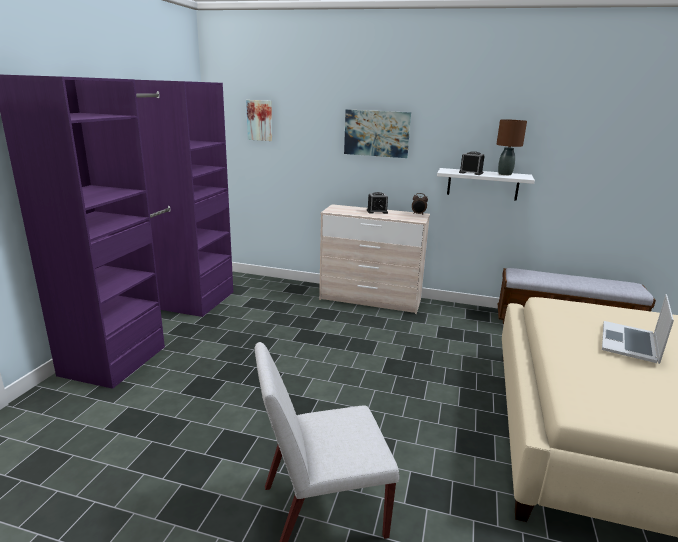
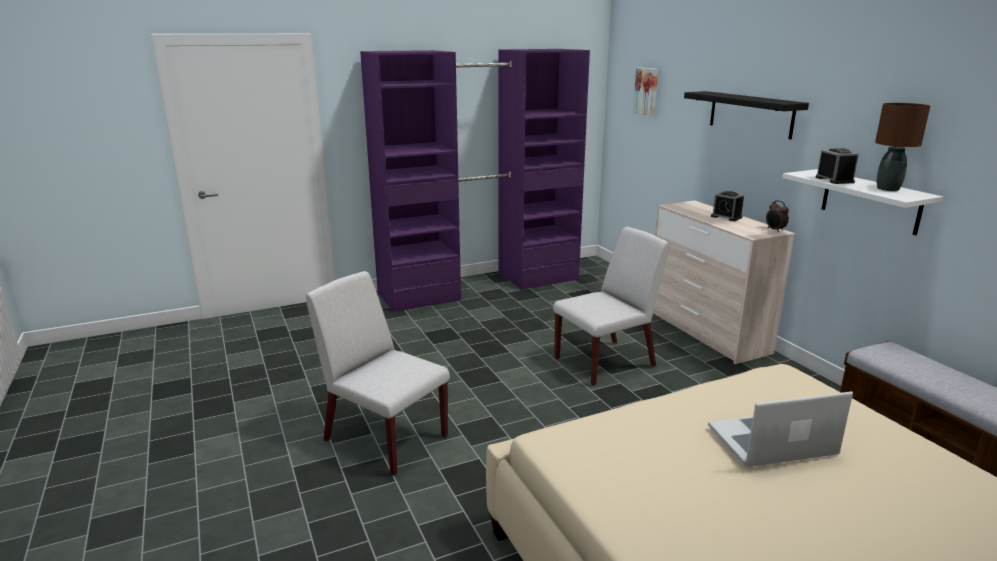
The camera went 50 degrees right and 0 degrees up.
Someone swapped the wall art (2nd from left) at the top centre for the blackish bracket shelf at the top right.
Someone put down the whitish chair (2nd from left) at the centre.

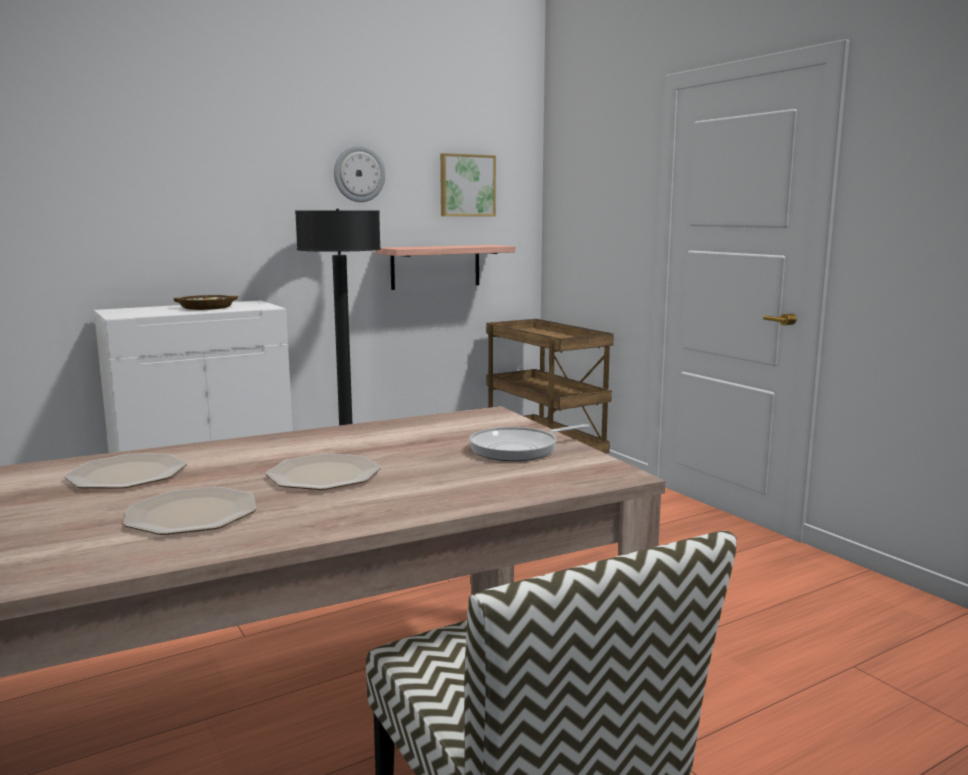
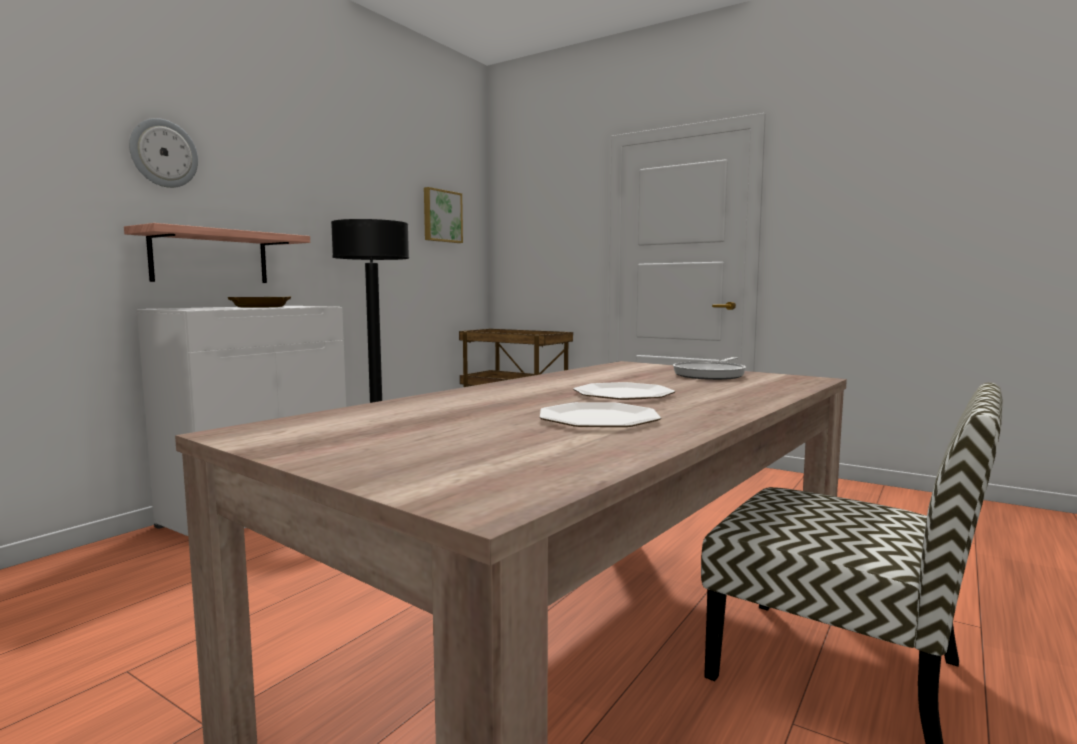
The camera went 25 degrees left and 5 degrees down.
Someone carried the hanging clock from the top centre to the top left.
Someone carried the bracket shelf from the centre to the middle left.
Someone took away the flat dish (1st from left) at the middle left.

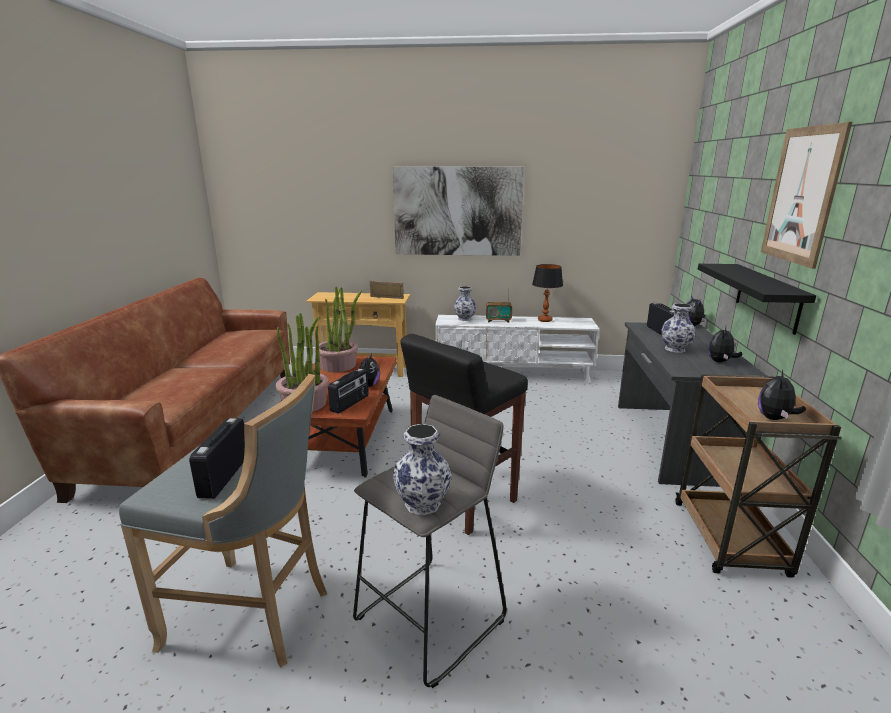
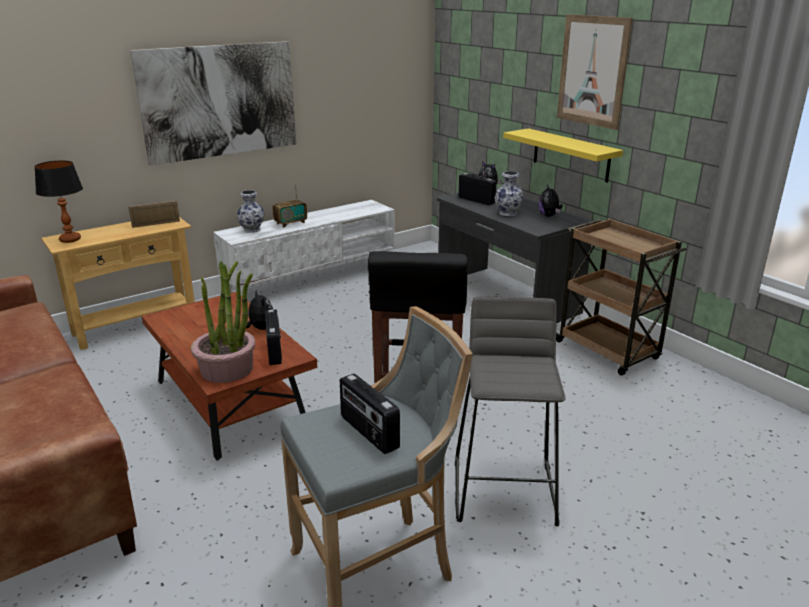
The camera went 40 degrees left and 5 degrees up.
Someone carried the tabletop lamp from the centre to the top left.
Someone repainted the blackish bracket shelf at the middle right, which became the yellow-coloured bracket shelf at the top right.
Someone took away the plant in a pot (2nd from left) at the centre.
Someone took away the plush toy (4th from left) at the middle right.
Someone took away the vase (1st from left) at the centre.

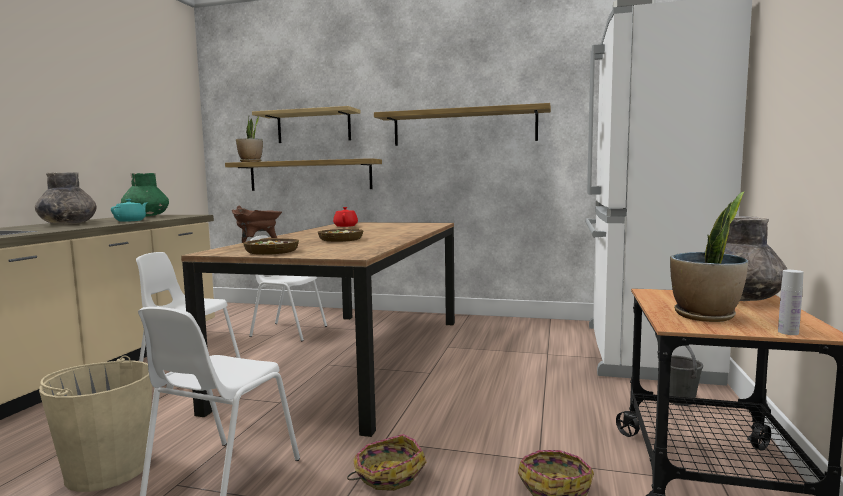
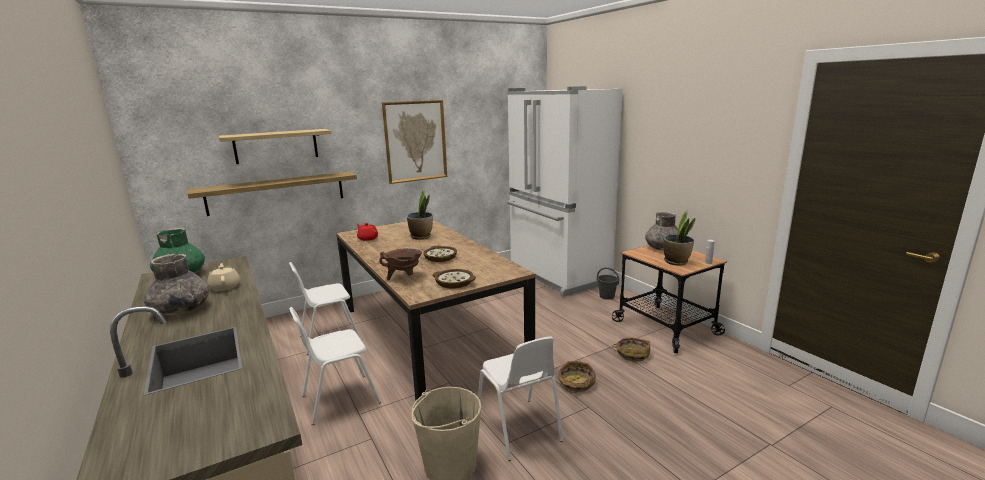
The camera went 45 degrees left and 10 degrees up.
Someone swapped the bracket shelf (3rd from left) at the top centre for the wall art at the top centre.
Someone carried the plant in a pot (1st from left) from the top left to the centre.
Someone repainted the blue-green teapot at the middle left, which became the sand-coloured teapot at the middle left.

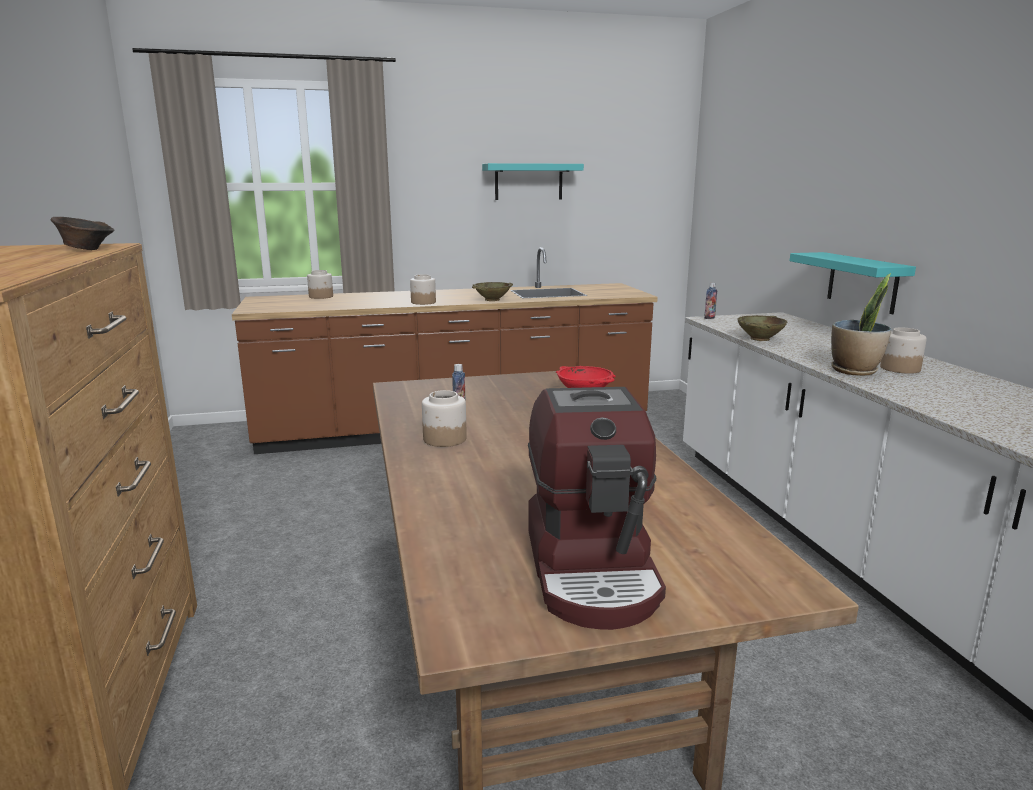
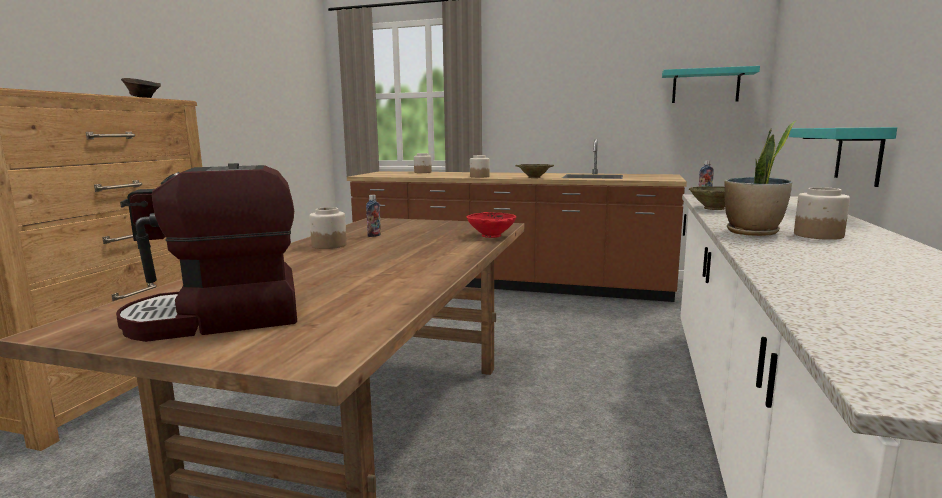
The camera went 30 degrees right and 5 degrees down.
Someone carried the blue-green bracket shelf (1st from left) from the top centre to the top right.
Someone rotated the coffee machine at the centre by 45 degrees clockwise.

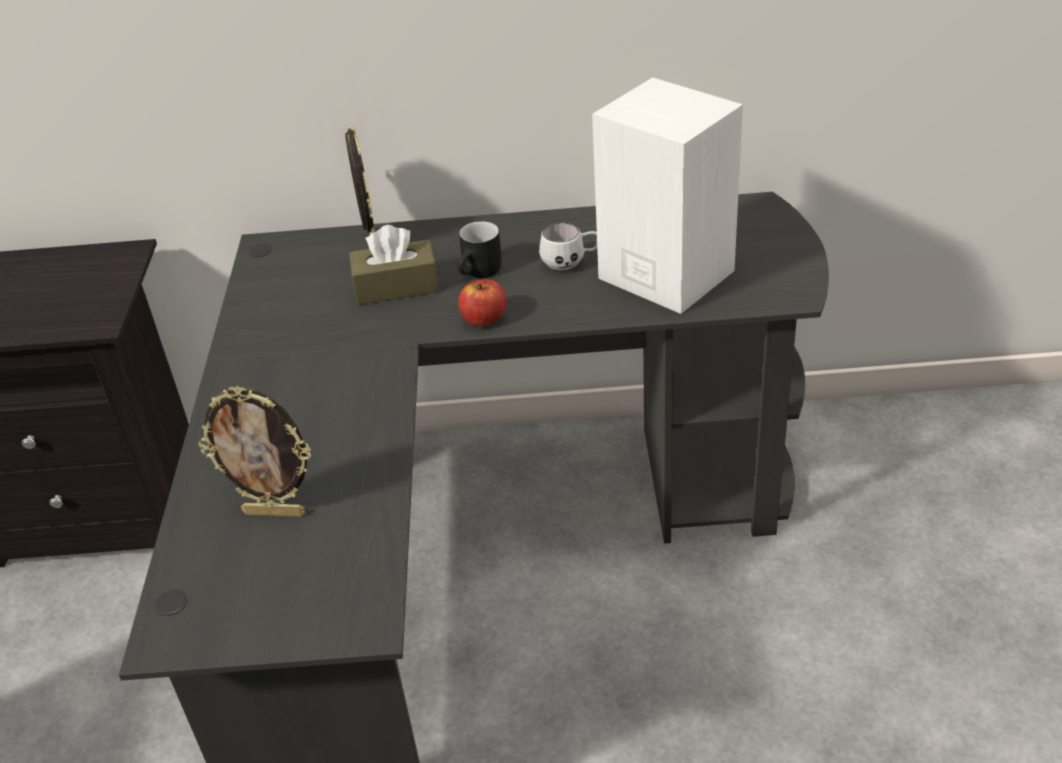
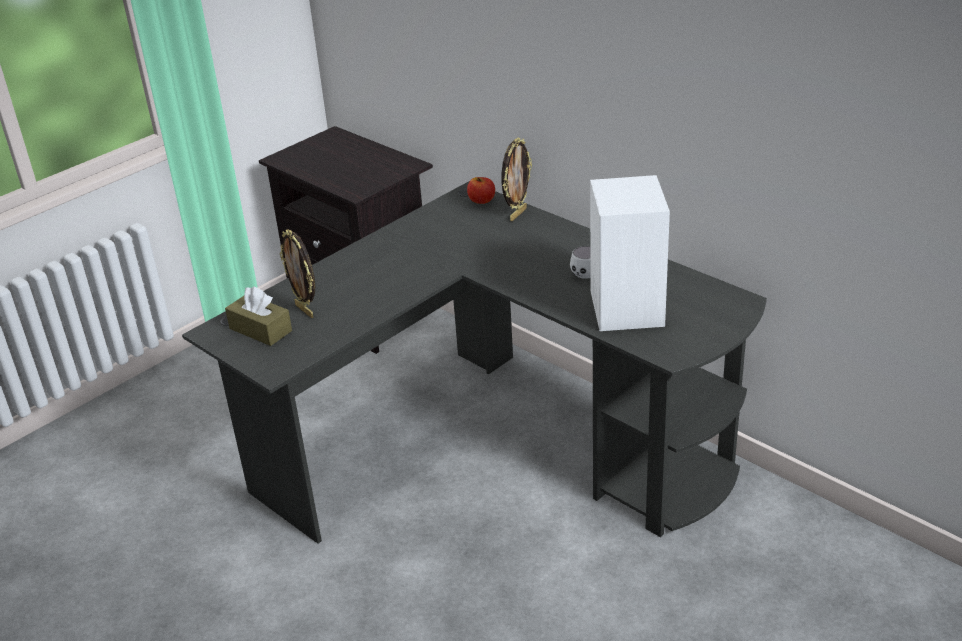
The camera went 45 degrees right and 5 degrees down.
Someone took away the blackish mug at the top centre.
Someone carried the brownish box of tissues from the centre to the middle left.
Someone carried the apple fruit from the centre to the top centre.

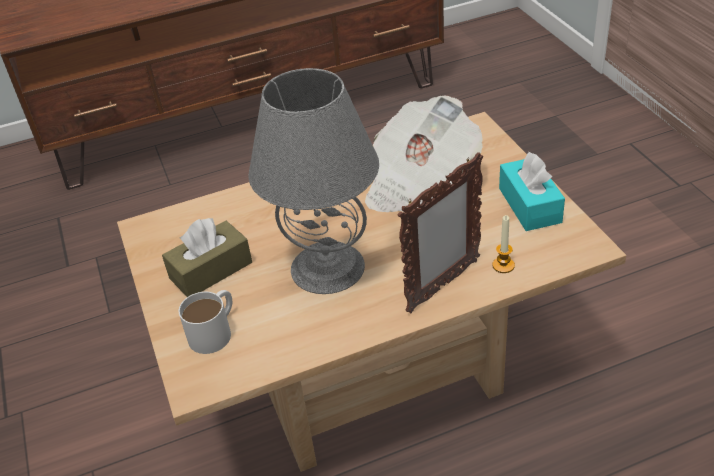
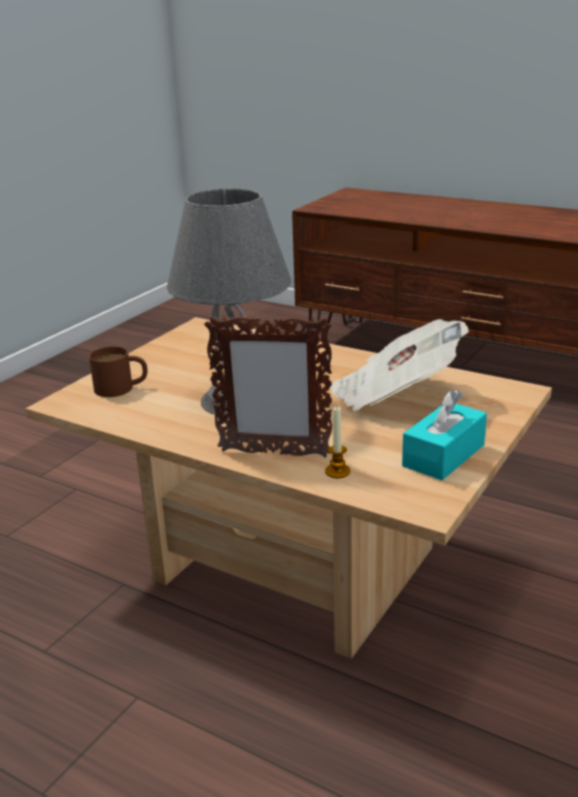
The camera went 50 degrees right and 15 degrees down.
Someone took away the brownish box of tissues at the middle left.
Someone repainted the whitish mug at the bottom left, which became the brownish mug at the middle left.

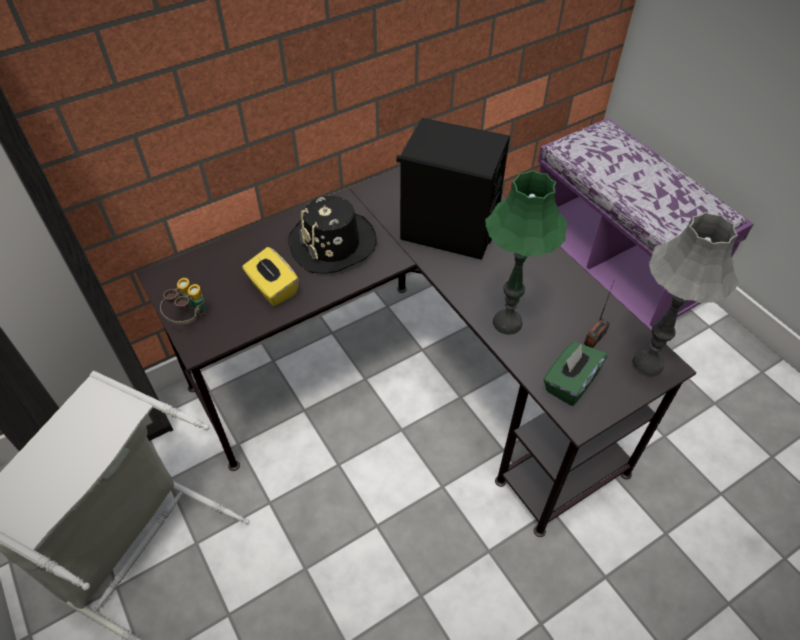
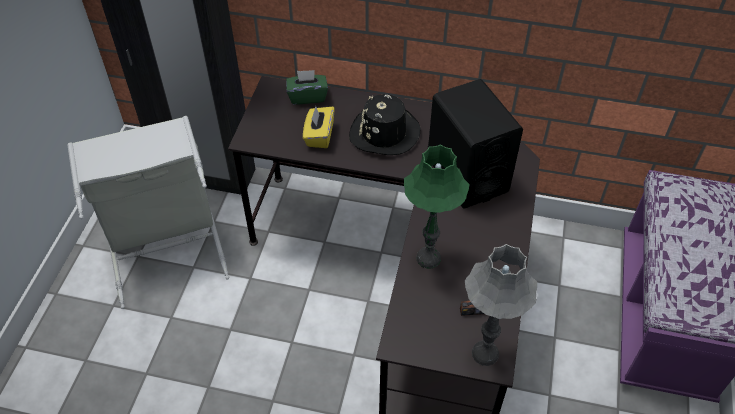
The camera went 45 degrees right and 0 degrees up.
Someone took away the field glasses at the middle left.
Someone carried the greenish box of tissues from the middle right to the top centre.

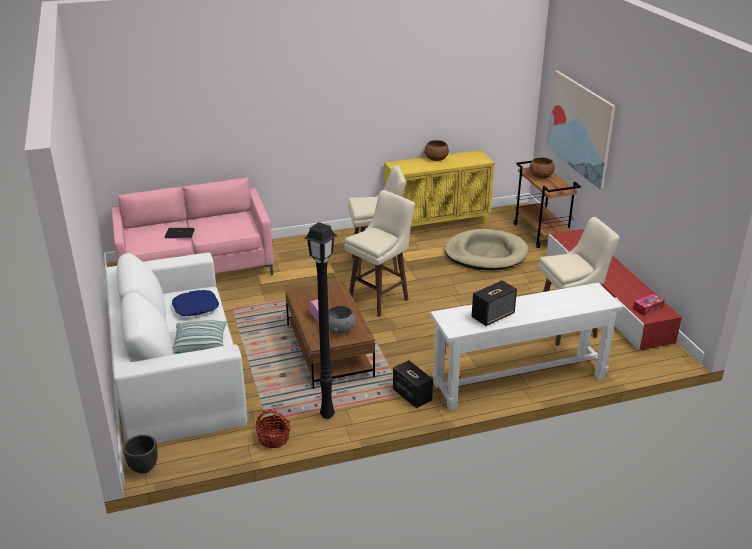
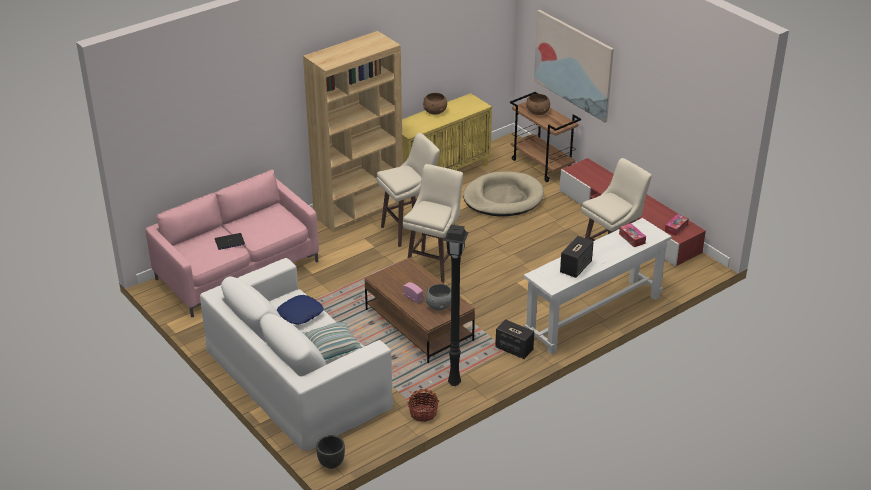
The camera went 20 degrees left and 5 degrees up.
Someone put down the brownish shelving unit at the top centre.
Someone put down the box of tissues (1st from left) at the middle right.

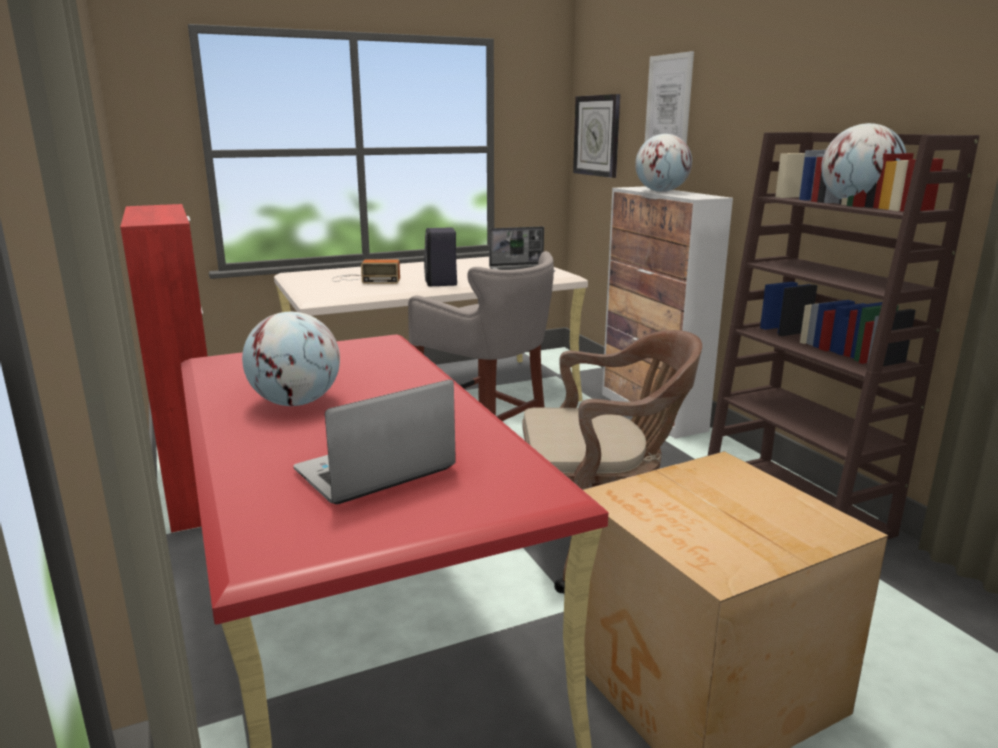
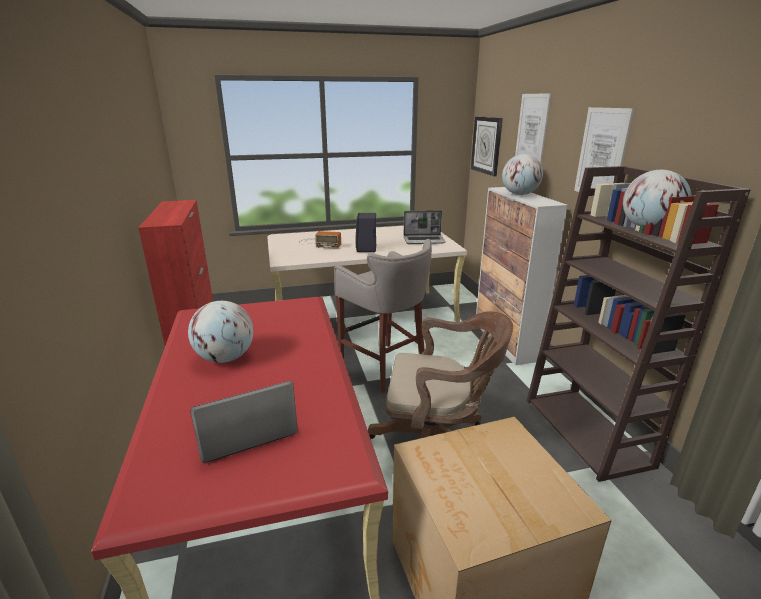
The camera went 10 degrees right and 5 degrees up.
Someone put up the wall art (2nd from left) at the top right.

